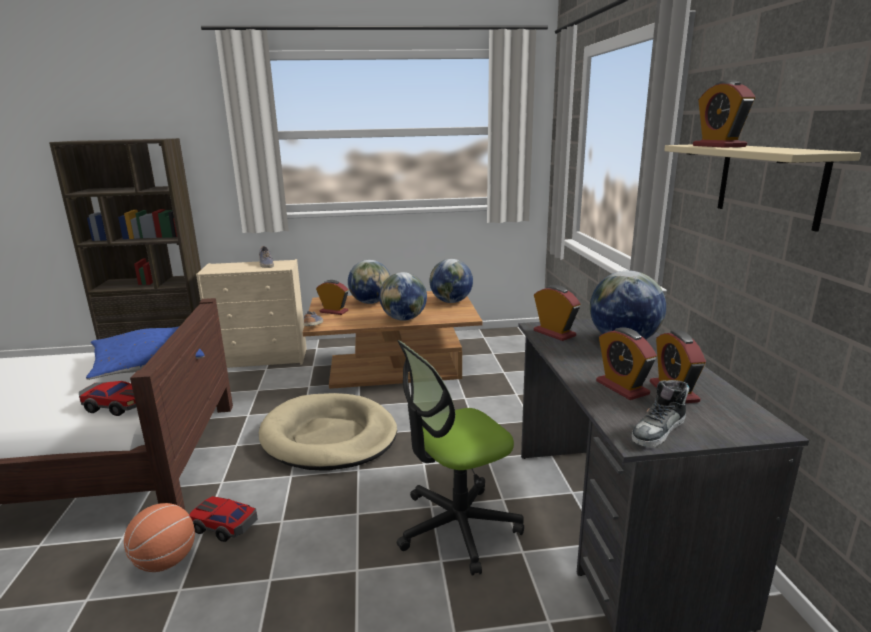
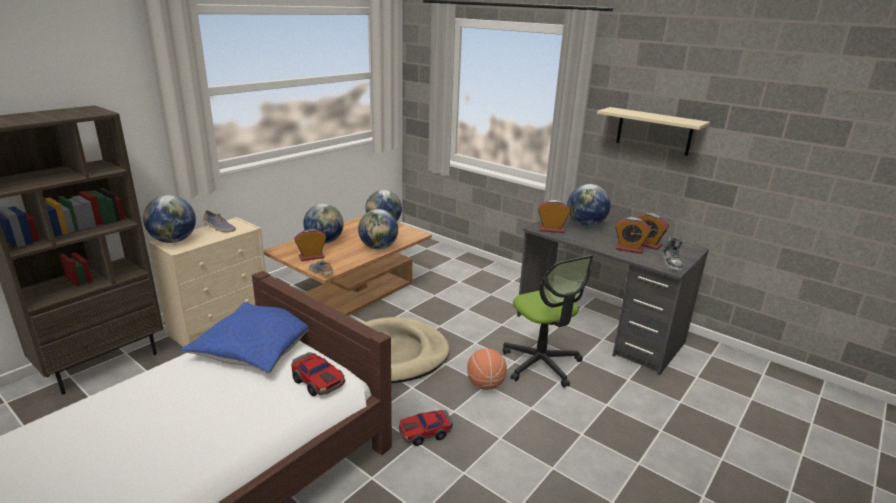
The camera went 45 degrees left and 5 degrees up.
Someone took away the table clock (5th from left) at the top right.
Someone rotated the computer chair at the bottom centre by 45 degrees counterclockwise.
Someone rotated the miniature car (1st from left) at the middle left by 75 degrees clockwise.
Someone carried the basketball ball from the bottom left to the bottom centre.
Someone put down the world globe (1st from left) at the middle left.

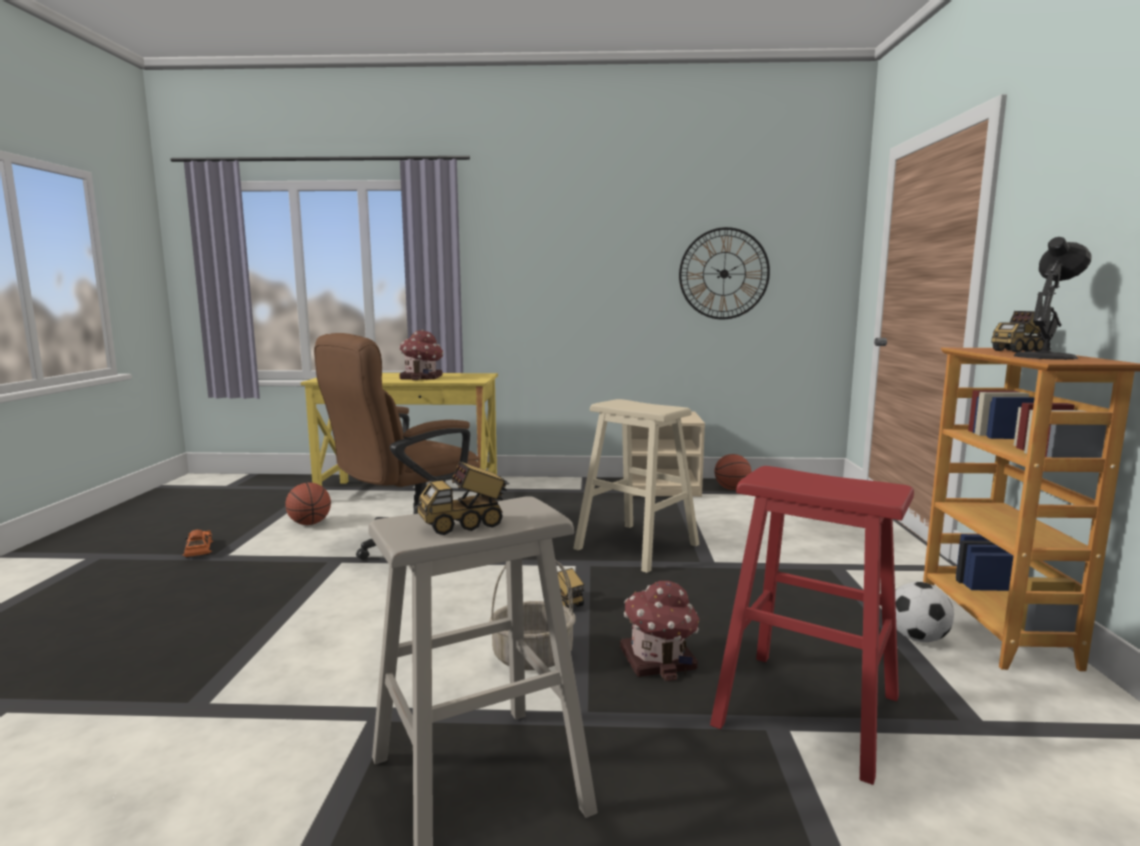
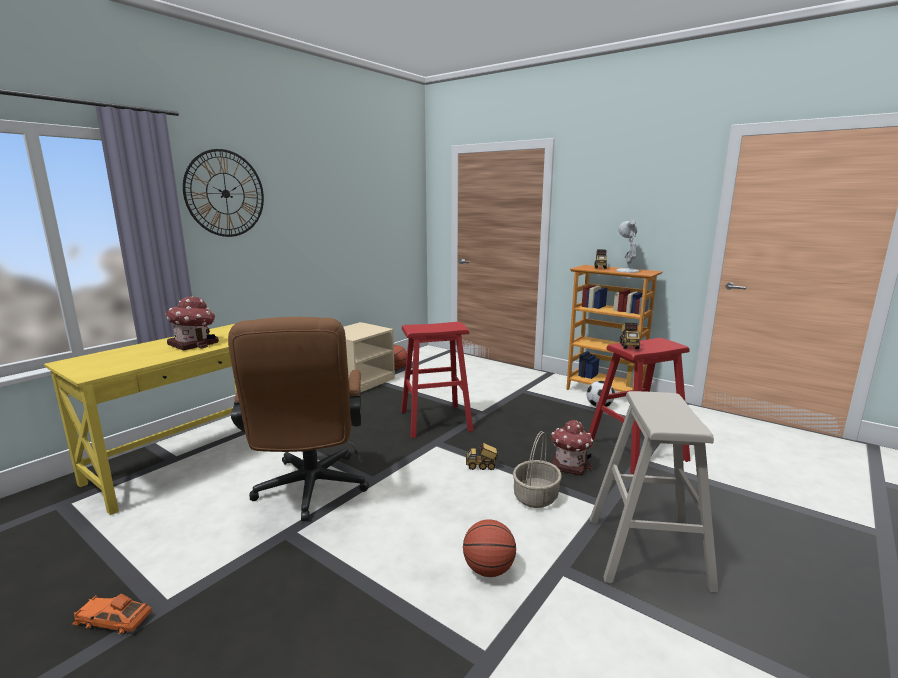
The camera went 55 degrees left and 5 degrees up.
Someone carried the hanging clock from the top centre to the top left.
Someone repainted the blackish tabletop lamp at the middle right, which became the whitish tabletop lamp at the middle right.
Someone repainted the sand-coloured sitting stool (2nd from left) at the centre, which became the red-coloured sitting stool (1st from left) at the centre.
Someone carried the toy truck (1st from left in the first image) from the centre to the middle right.
Someone carried the basketball ball (1st from left in the first image) from the middle left to the bottom centre.

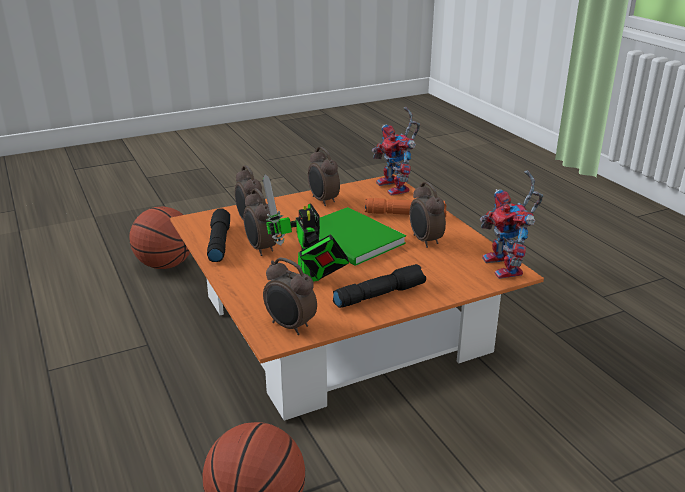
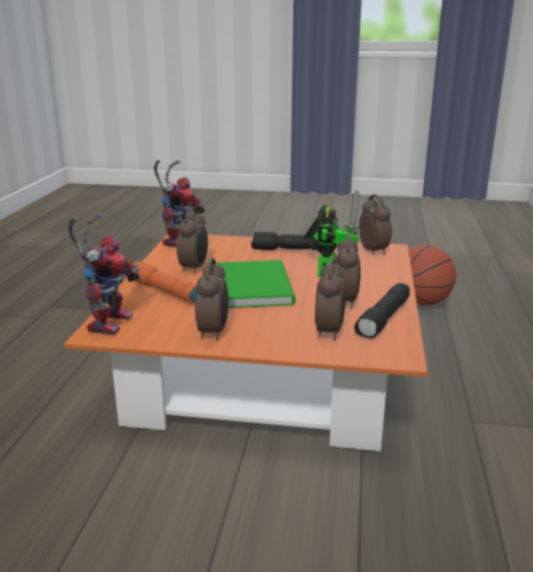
The camera went 145 degrees left and 5 degrees down.
Someone took away the basketball ball (1st from left) at the middle left.

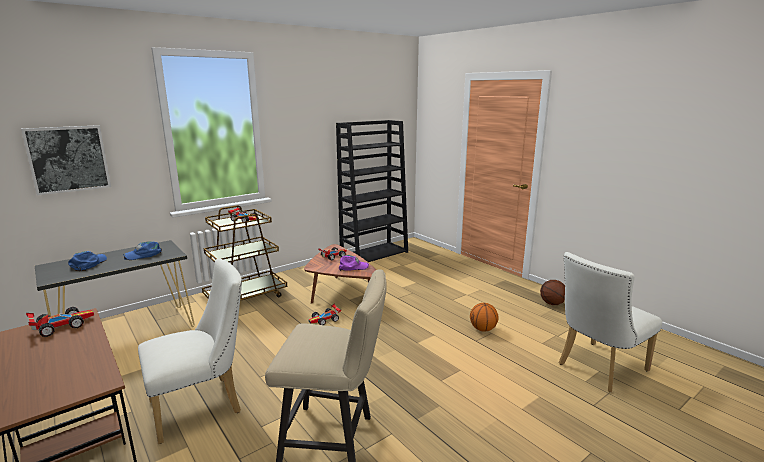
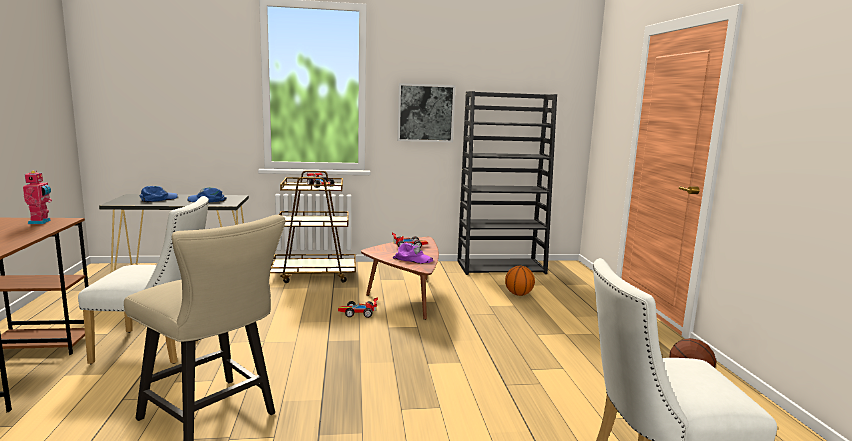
The camera went 30 degrees right and 5 degrees down.
Someone carried the wall art from the middle left to the top centre.
Someone carried the basketball ball (1st from left) from the bottom centre to the centre.
Someone swapped the miniature car (1st from left) at the bottom left for the toy robot at the middle left.

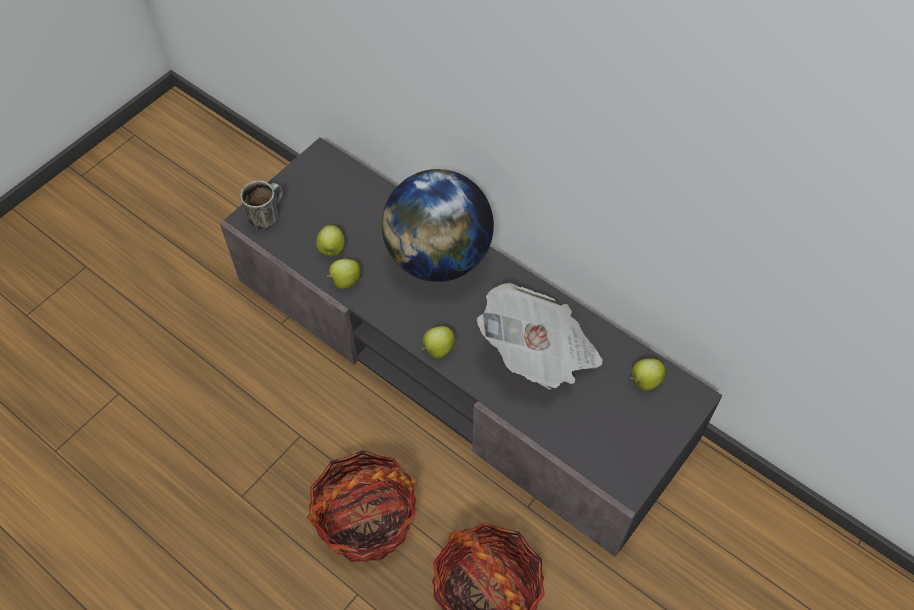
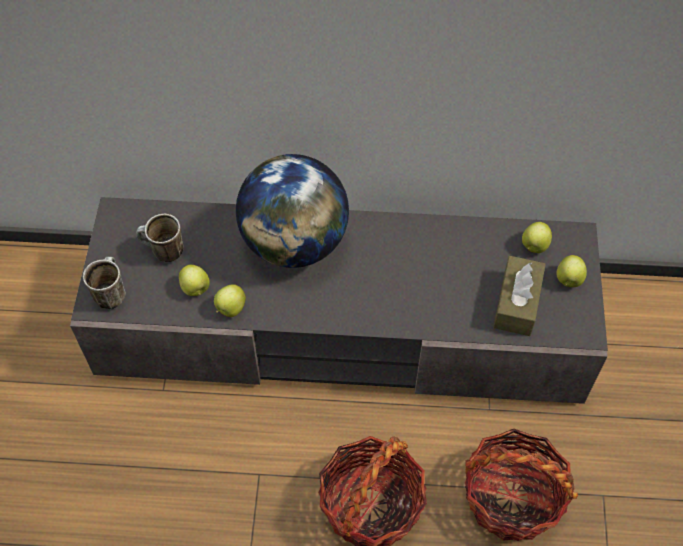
The camera went 35 degrees left and 0 degrees up.
Someone took away the printed paper at the centre.
Someone carried the apple fruit (3rd from left in the first image) from the centre to the middle right.
Someone put down the mug (2nd from left) at the middle left.
Someone put down the brownish box of tissues at the middle right.

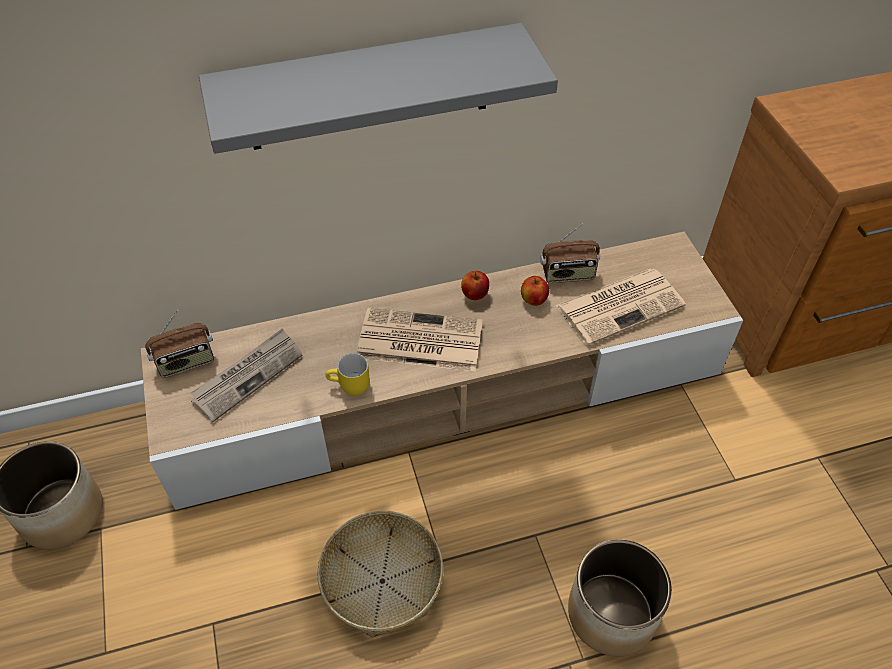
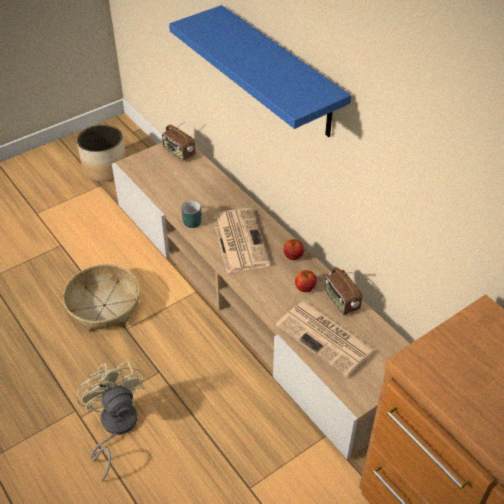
The camera went 70 degrees right and 5 degrees down.
Someone repainted the gray bracket shelf at the top centre, which became the blue bracket shelf at the top centre.
Someone took away the printed paper (1st from left) at the middle left.
Someone repainted the yellow-coloured mug at the centre, which became the blue-green mug at the centre.
Someone swapped the flower pot (2nd from left) at the bottom right for the sand-coloured electric fan at the bottom left.

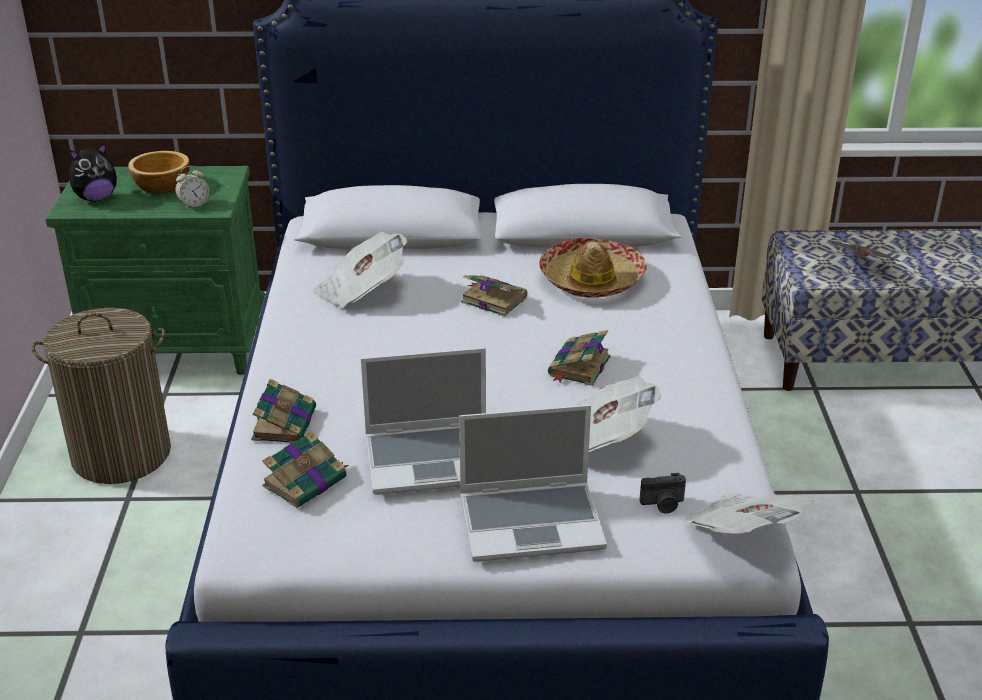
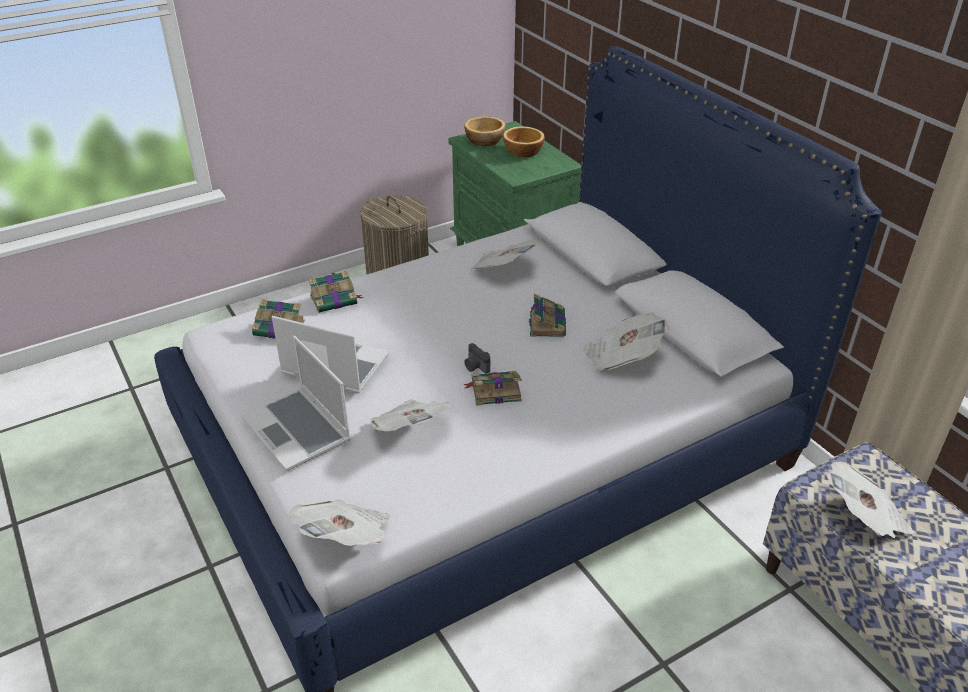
The camera went 60 degrees right and 5 degrees up.
Someone swapped the plush toy at the top left for the bowl (1st from left) at the top centre.
Someone took away the table clock at the top left.
Someone swapped the hat at the centre for the printed paper (4th from left) at the centre.
Someone rotated the laptop (1st from left in the first image) at the centre by 150 degrees clockwise.
Someone carried the photo camera from the bottom right to the centre.

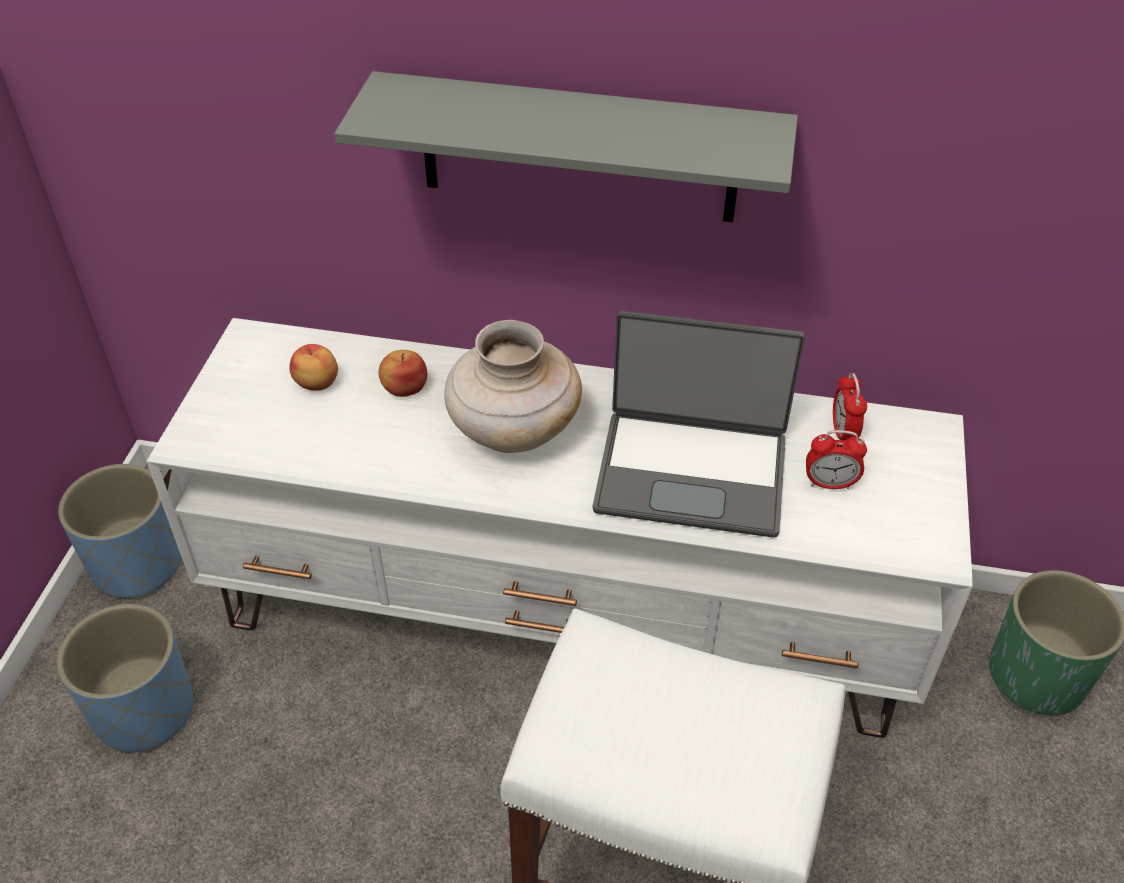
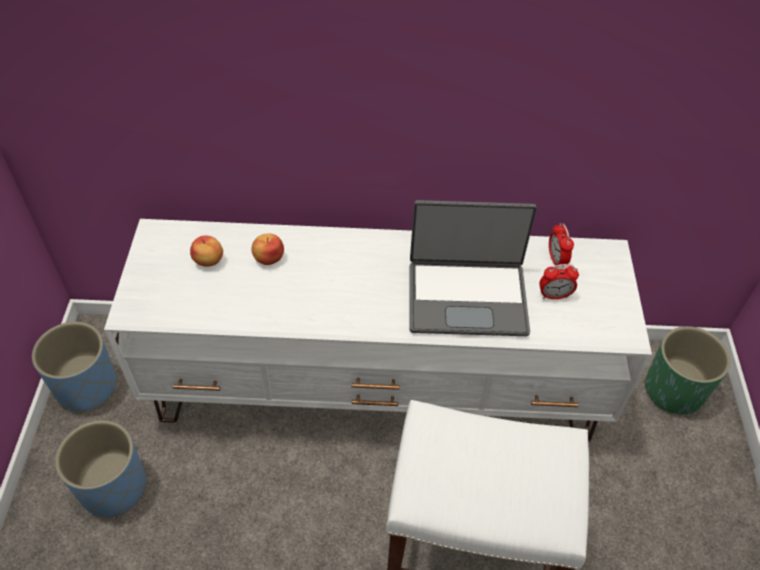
The camera went 10 degrees left and 5 degrees up.
Someone took away the gray bracket shelf at the top centre.
Someone took away the sand-coloured vase at the centre.

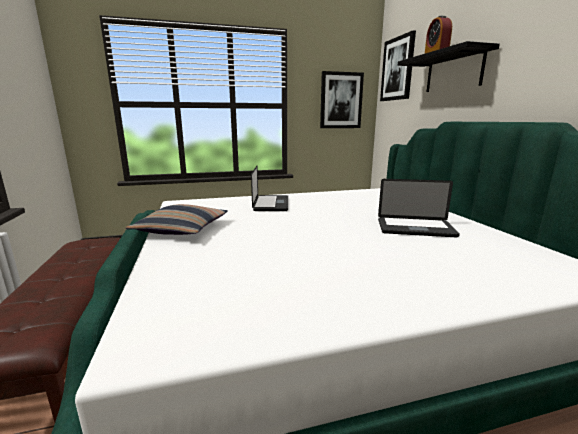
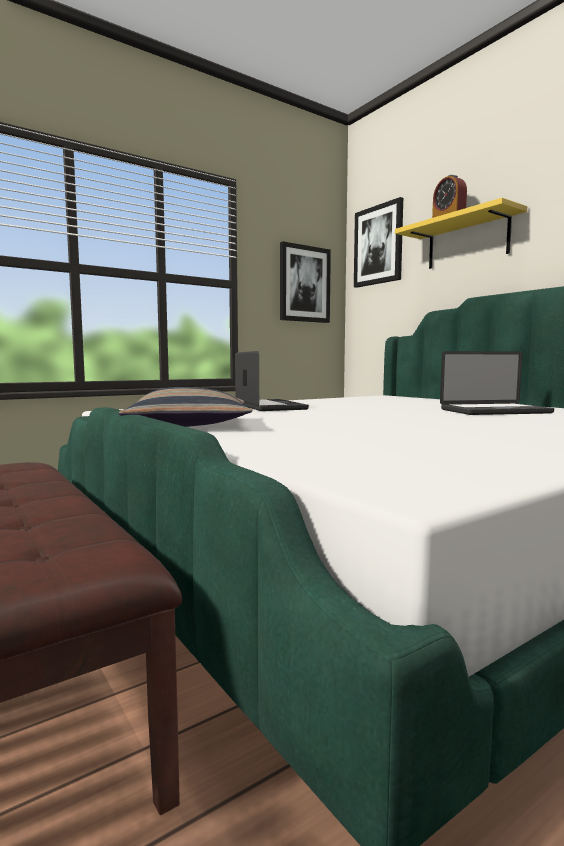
The camera went 20 degrees left and 10 degrees down.
Someone repainted the blackish bracket shelf at the top right, which became the yellow-coloured bracket shelf at the top right.

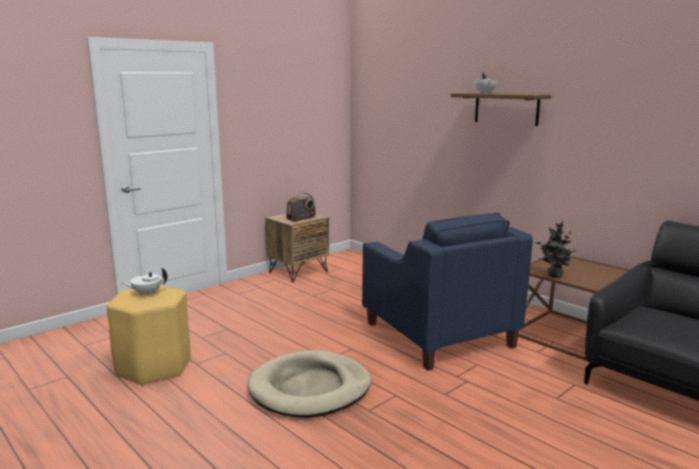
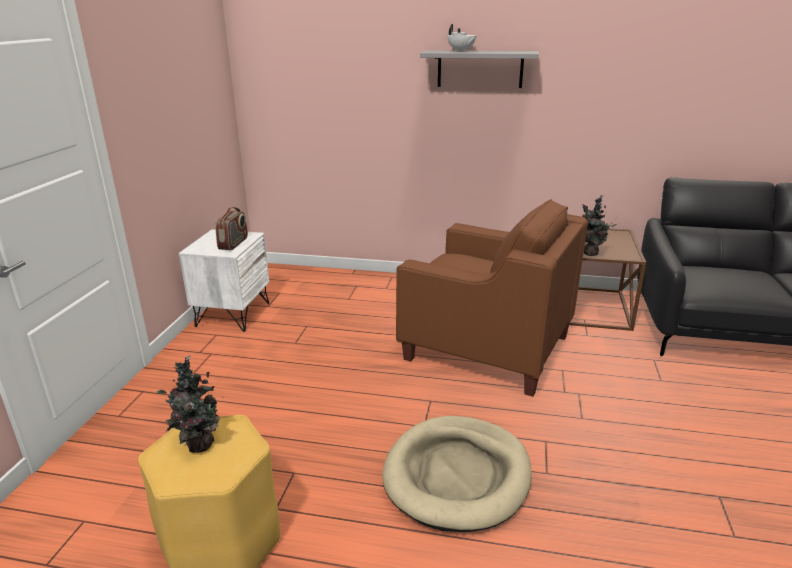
The camera went 35 degrees left and 10 degrees up.
Someone repainted the brownish bracket shelf at the top right, which became the gray bracket shelf at the top centre.
Someone repainted the blue armchair at the centre, which became the brownish armchair at the centre.
Someone repainted the brownish nightstand at the centre, which became the whitish nightstand at the middle left.
Someone swapped the whitish teapot (1st from left) at the middle left for the plant in a pot (1st from left) at the bottom left.

